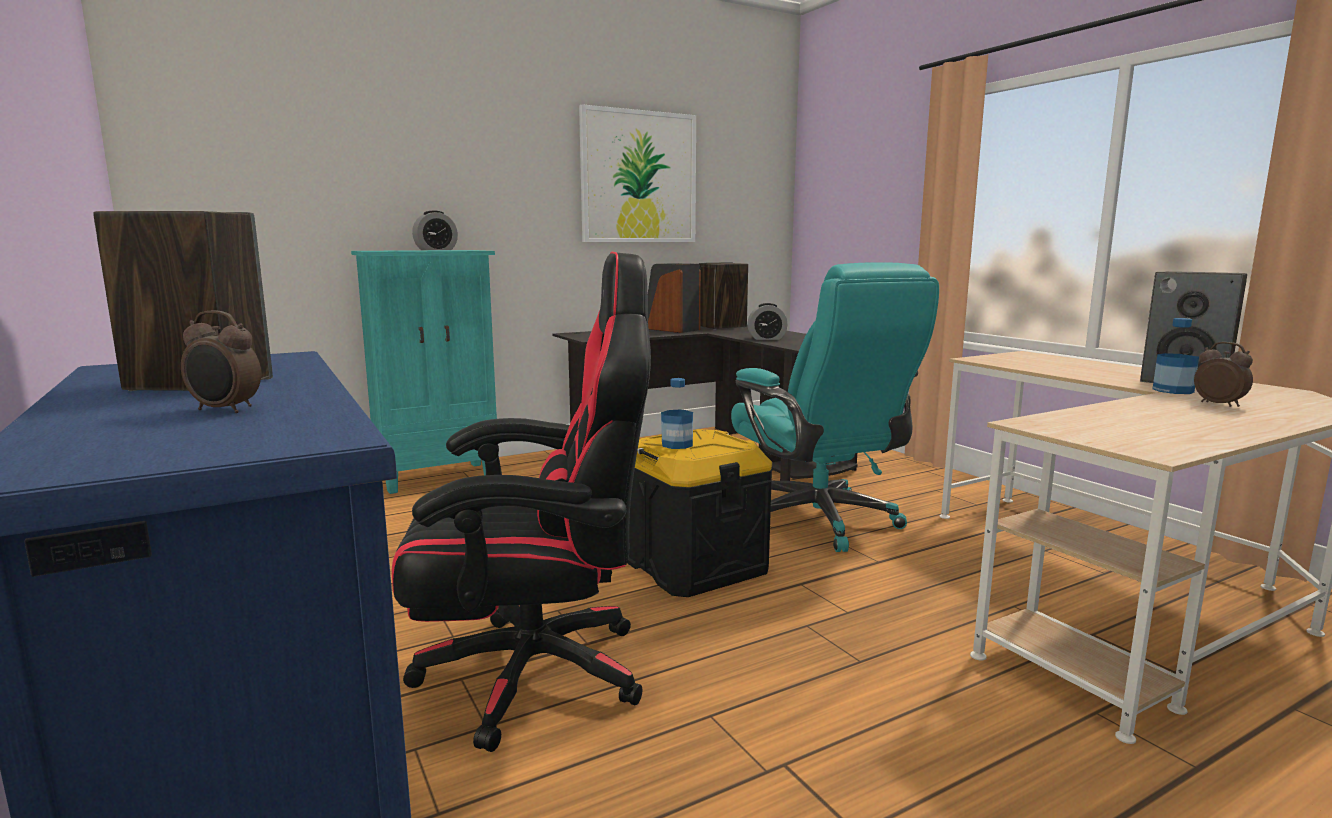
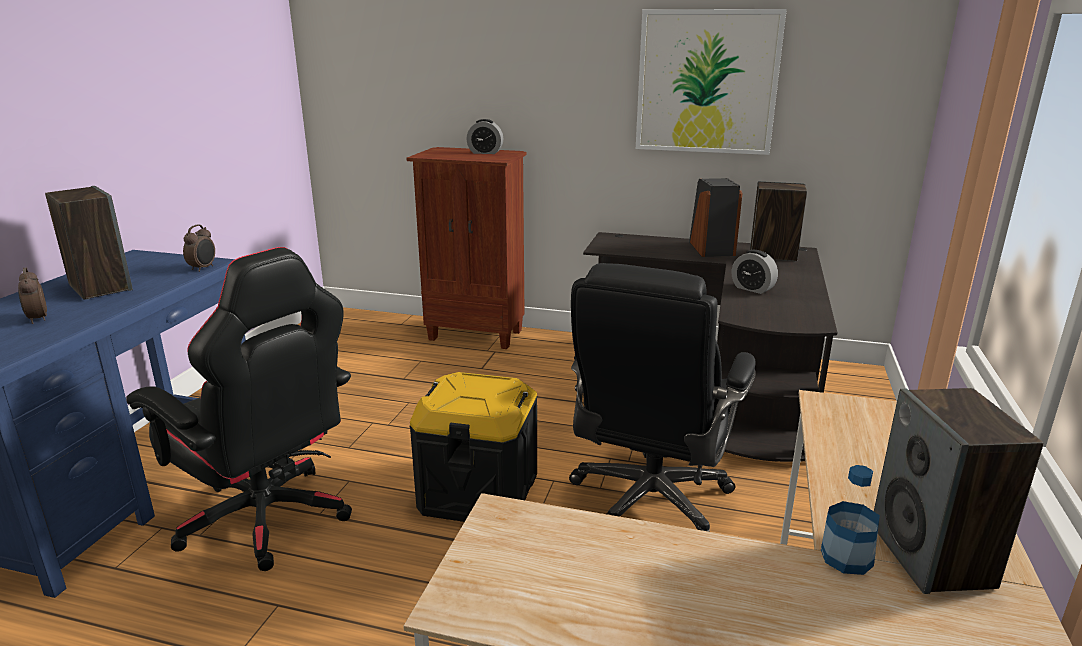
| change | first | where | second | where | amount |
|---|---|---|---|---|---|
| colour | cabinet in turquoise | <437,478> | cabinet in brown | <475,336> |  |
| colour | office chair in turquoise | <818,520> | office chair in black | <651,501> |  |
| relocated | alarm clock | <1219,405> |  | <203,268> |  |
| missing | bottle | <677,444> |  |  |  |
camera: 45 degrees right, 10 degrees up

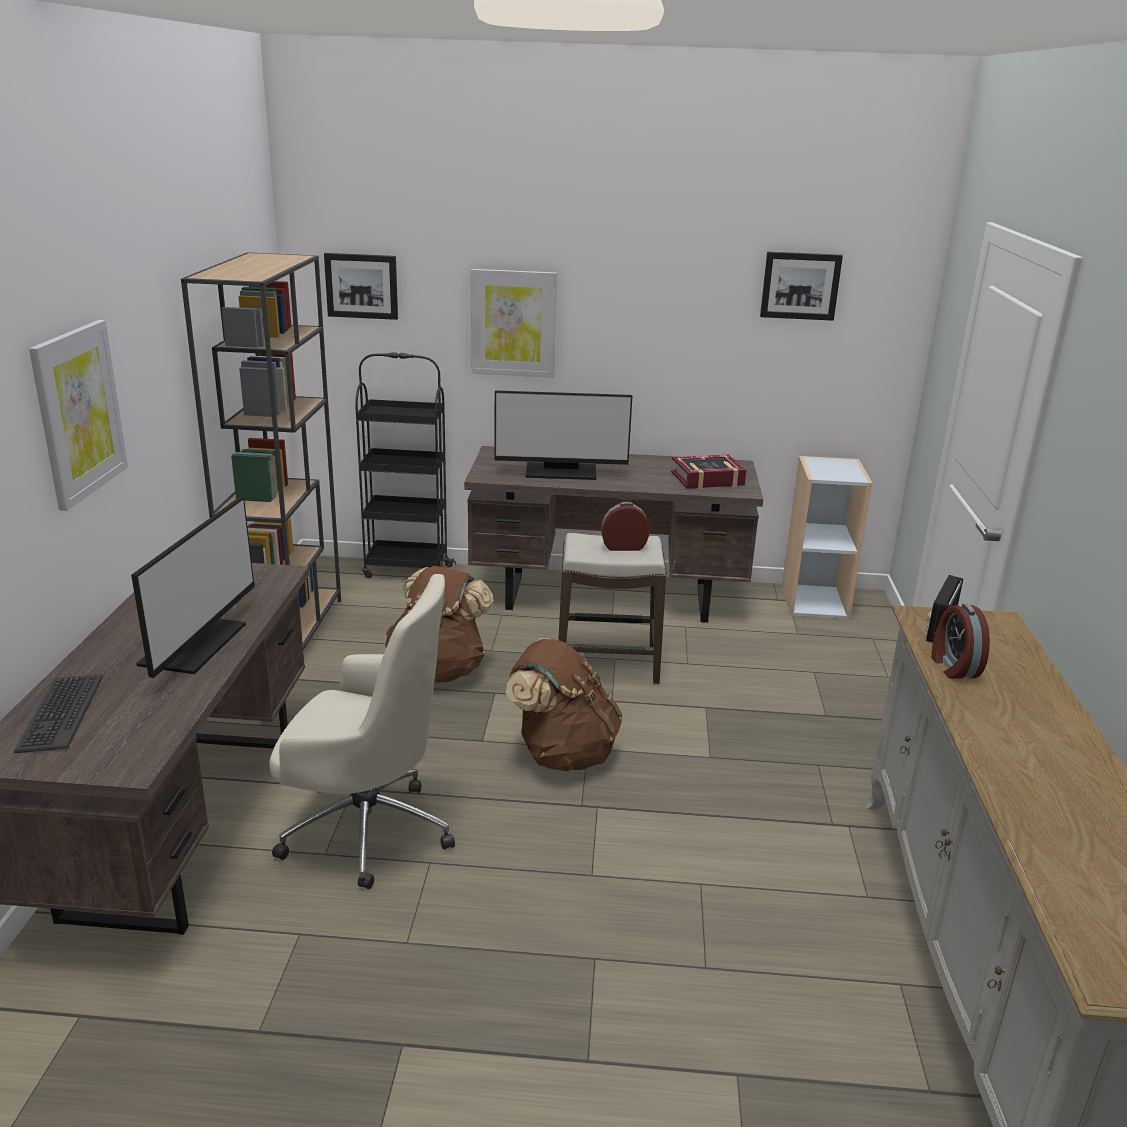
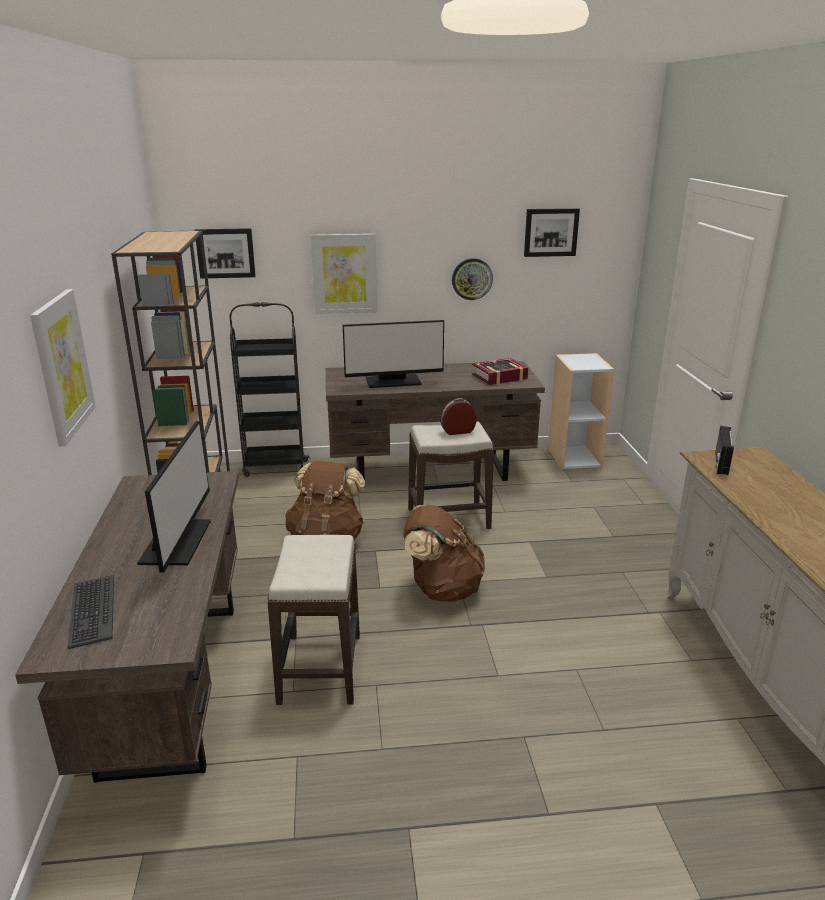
| change | first | where | second | where | amount |
|---|---|---|---|---|---|
| exchanged | office chair in beige | <368,832> | stool | <320,669> |  |
| missing | alarm clock | <953,667> |  |  |  |
| appeared |  |  | wall clock | <472,279> |  |
camera: 10 degrees left, 0 degrees up

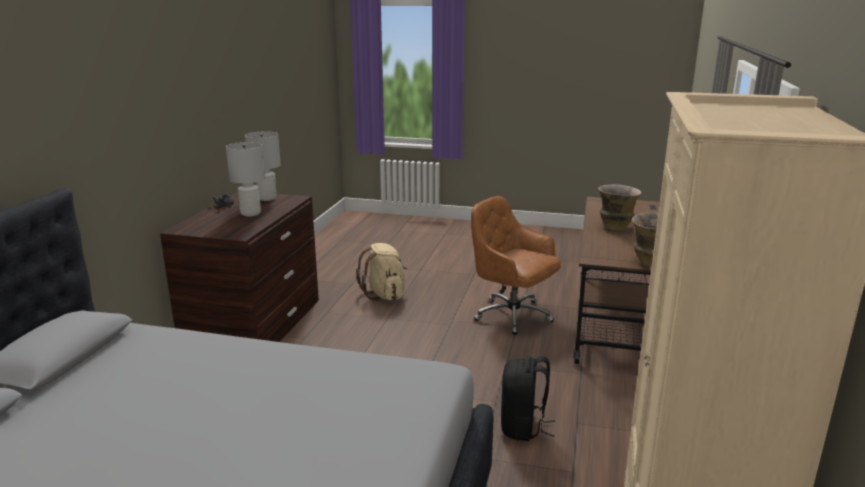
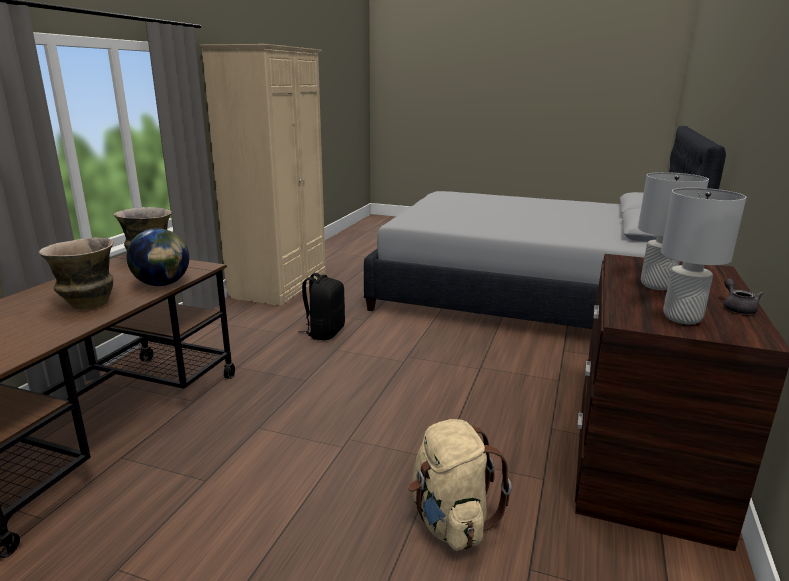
| change | first | where | second | where | amount |
|---|---|---|---|---|---|
| missing | office chair in brown | <513,315> |  |  |  |
| appeared |  |  | globe | <162,284> |  |
camera: 175 degrees left, 0 degrees up

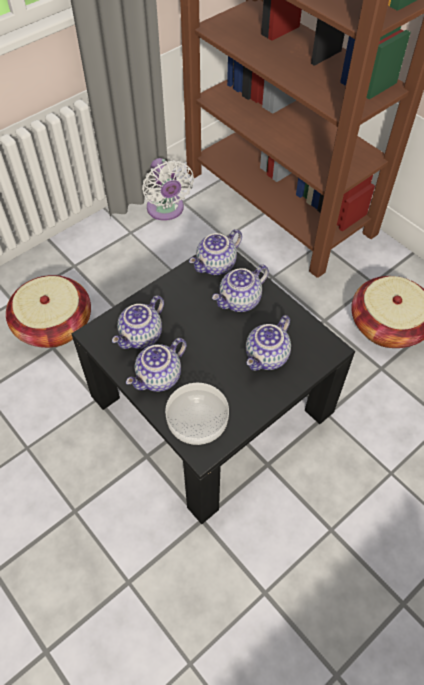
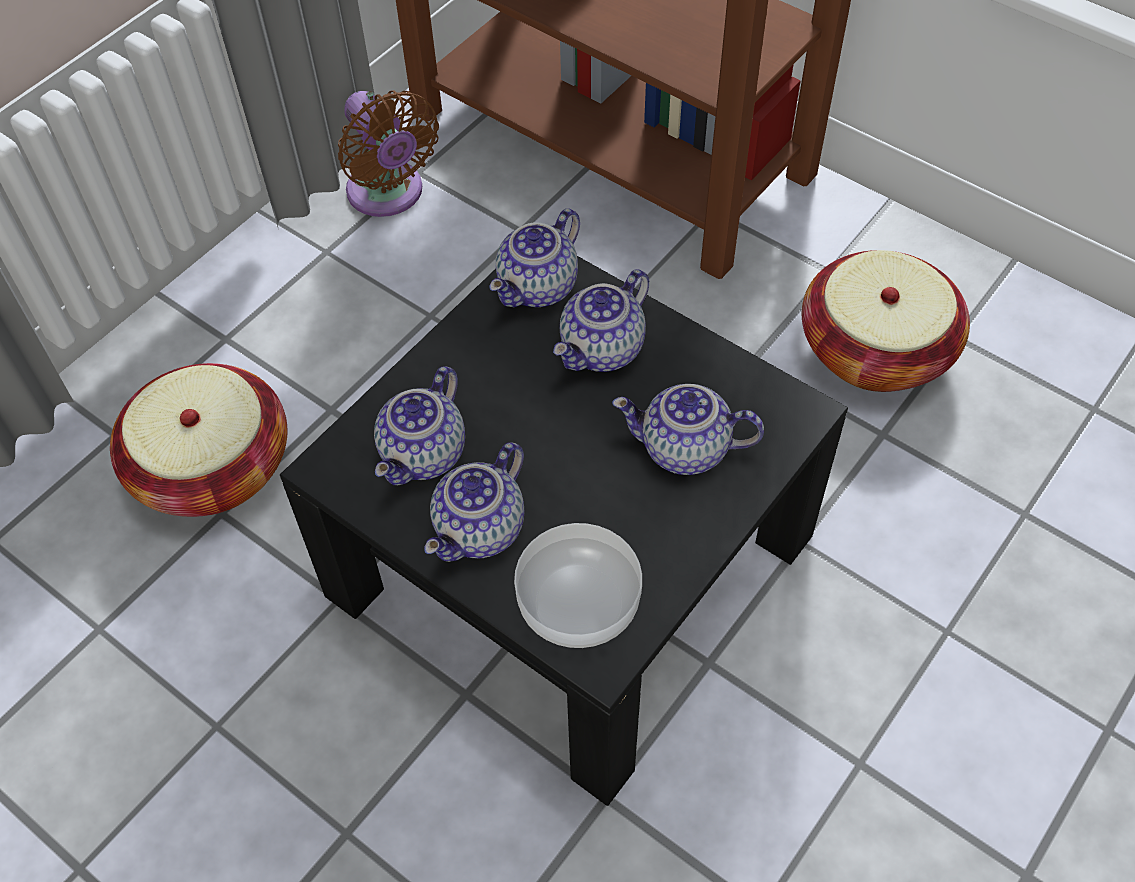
| change | first | where | second | where | amount |
|---|---|---|---|---|---|
| colour | fan in white | <166,210> | fan in brown | <389,195> |  |
| spun | teapot | <267,357> |  | <684,450> | 75 degrees clockwise |
camera: 10 degrees left, 0 degrees up

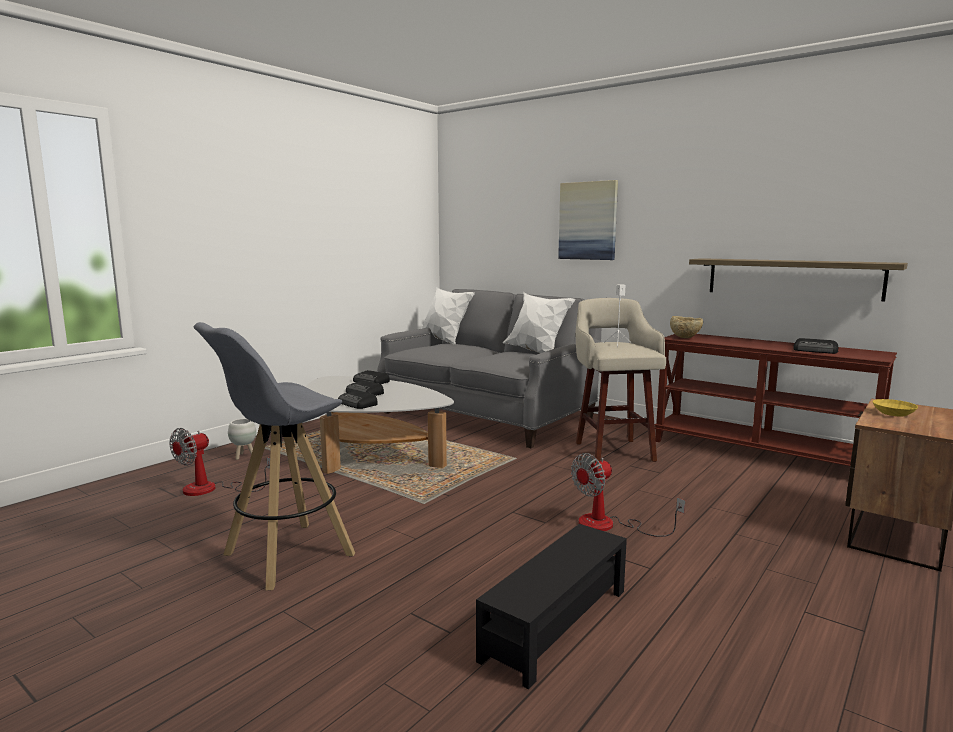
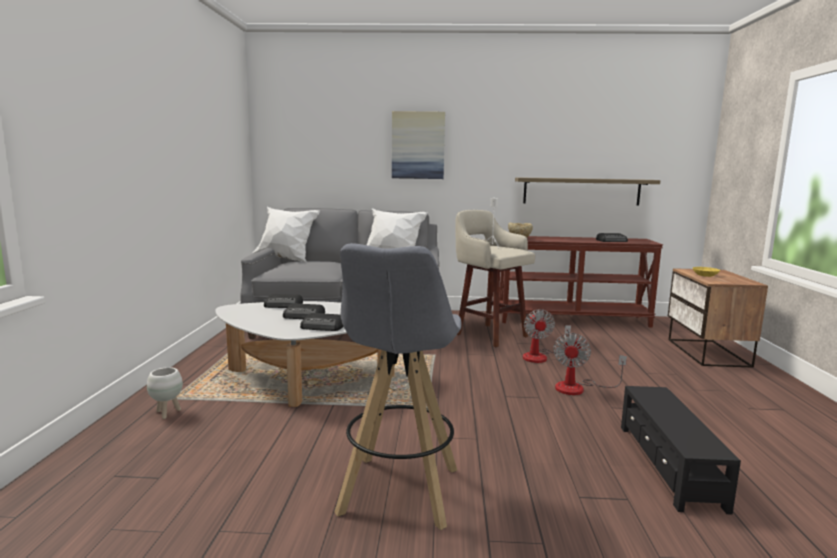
| change | first | where | second | where | amount |
|---|---|---|---|---|---|
| relocated | fan | <211,489> |  | <540,356> |  |
camera: 35 degrees left, 0 degrees up

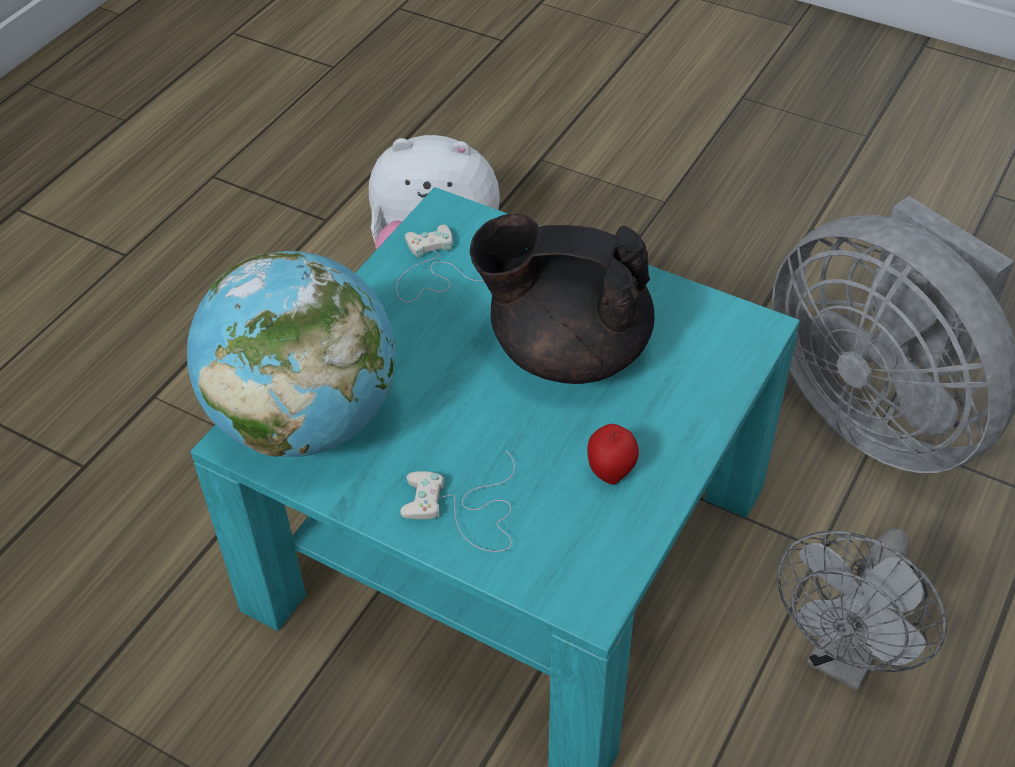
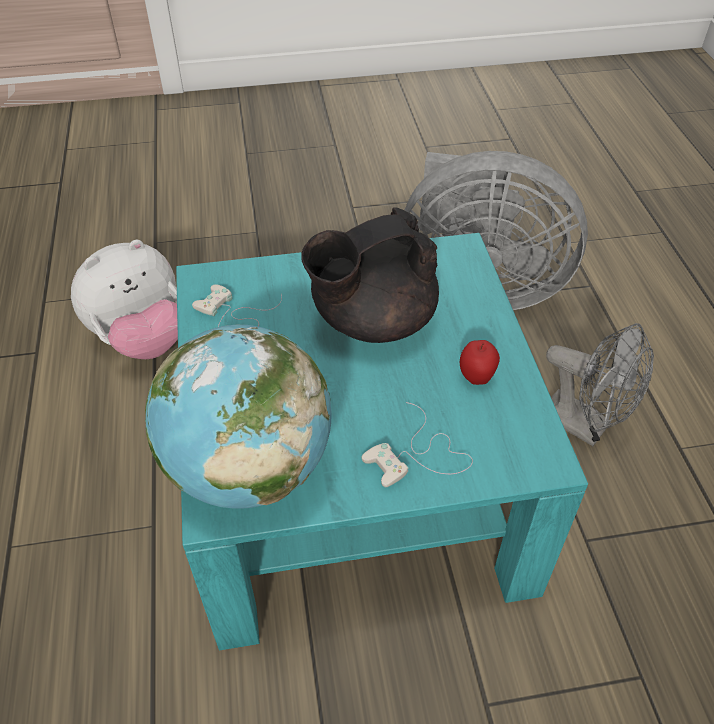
| change | first | where | second | where | amount |
|---|---|---|---|---|---|
| spun | fan in grey | <844,657> |  | <584,425> | 45 degrees counterclockwise |
camera: 40 degrees left, 0 degrees up

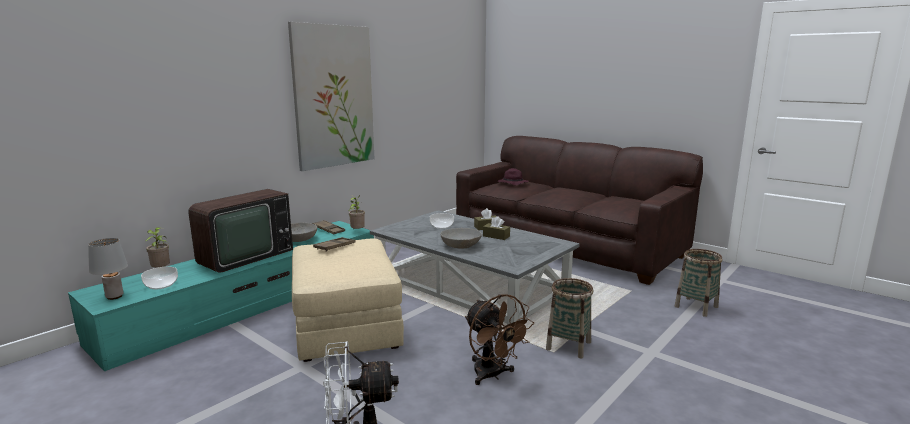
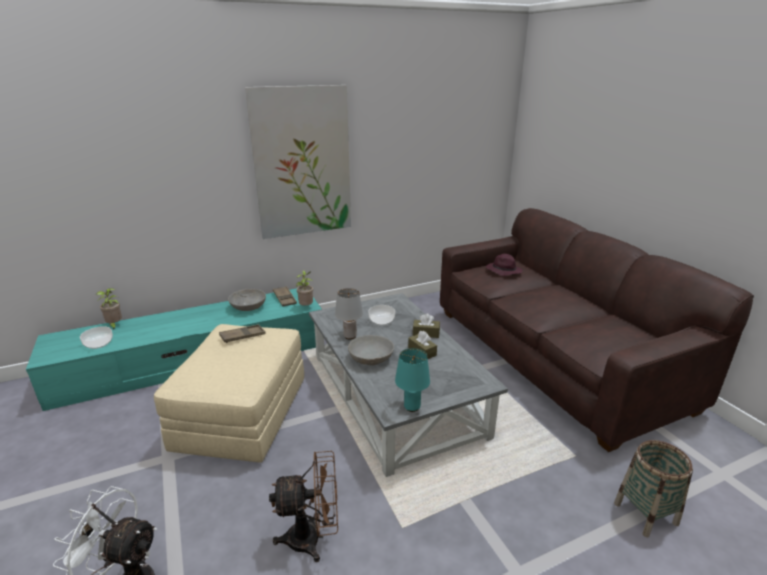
| change | first | where | second | where | amount |
|---|---|---|---|---|---|
| missing | television | <242,256> |  |  |  |
| relocated | table lamp in grey | <114,297> |  | <350,336> |  |
| missing | basket | <568,345> |  |  |  |
| spun | fan in brown | <493,375> |  | <313,538> | 90 degrees counterclockwise |
| appeared |  |  | table lamp in turquoise | <412,407> |  |
camera: 25 degrees right, 10 degrees up

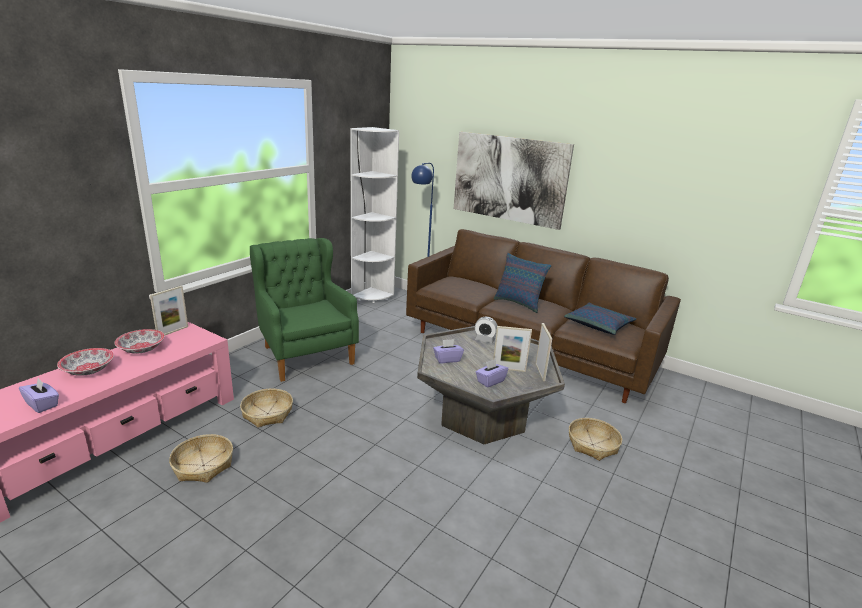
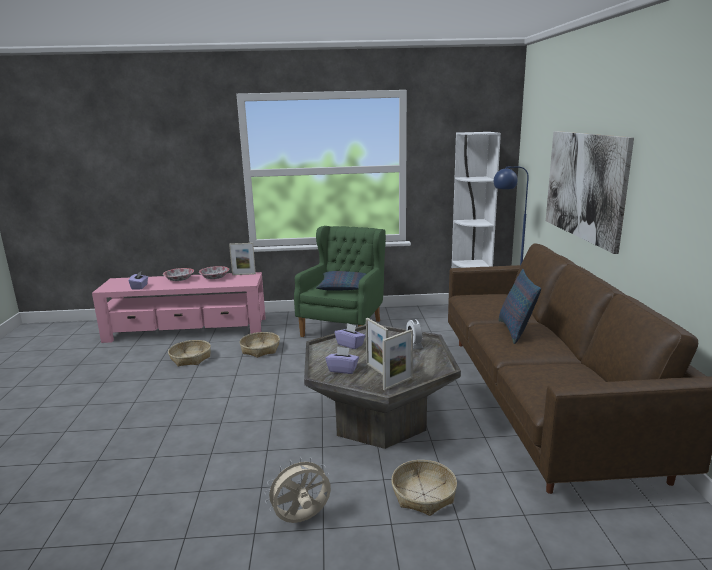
| change | first | where | second | where | amount |
|---|---|---|---|---|---|
| relocated | pillow in blue | <599,325> |  | <342,287> |  |
| appeared |  |  | fan in beige | <302,520> |  |
camera: 55 degrees right, 5 degrees down

